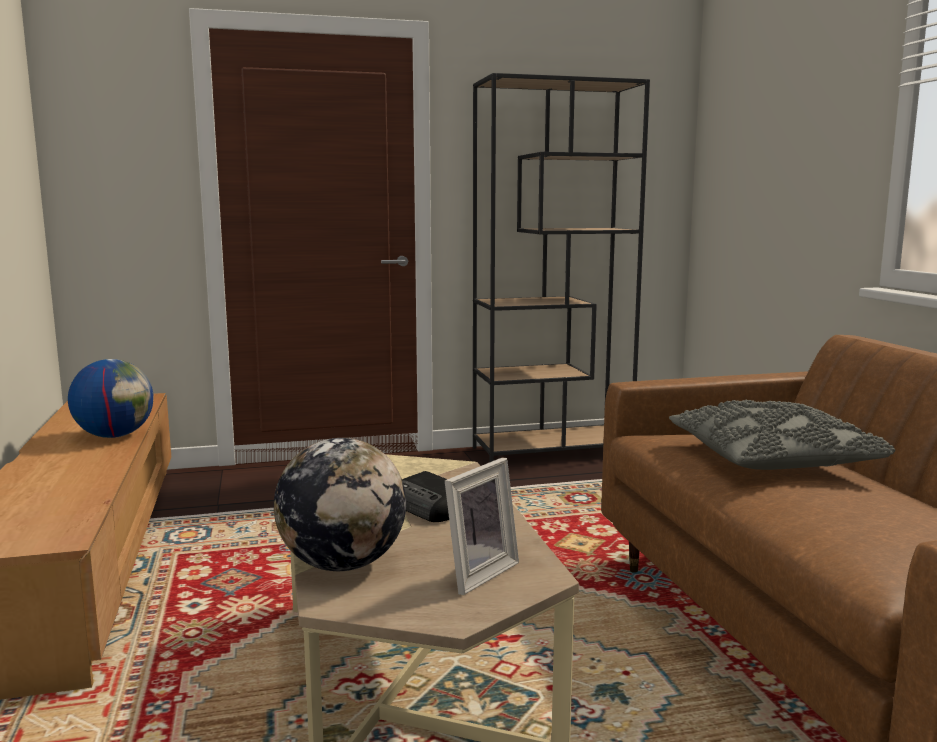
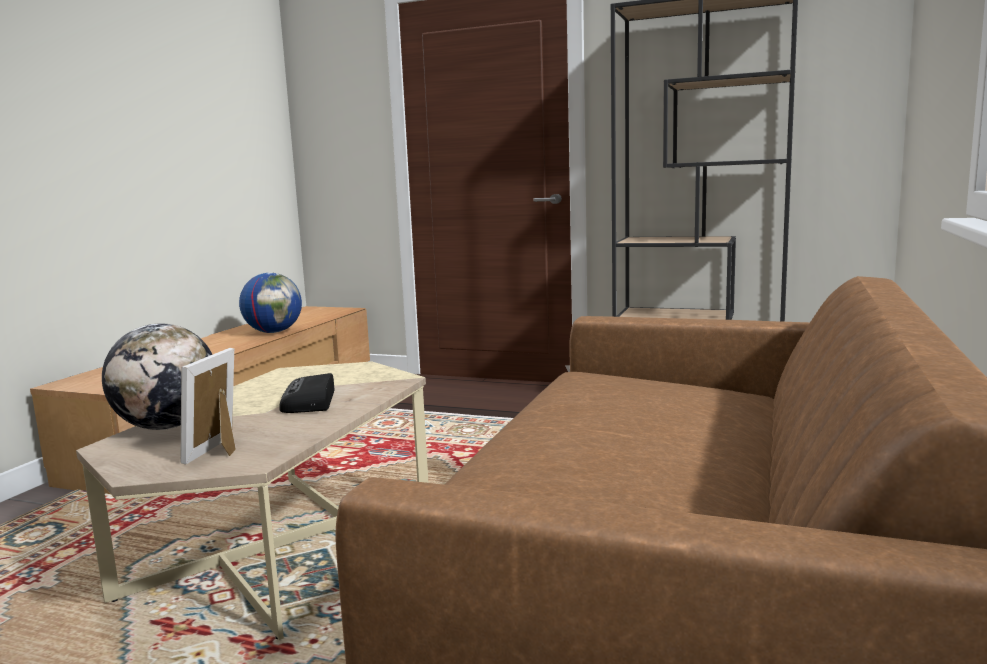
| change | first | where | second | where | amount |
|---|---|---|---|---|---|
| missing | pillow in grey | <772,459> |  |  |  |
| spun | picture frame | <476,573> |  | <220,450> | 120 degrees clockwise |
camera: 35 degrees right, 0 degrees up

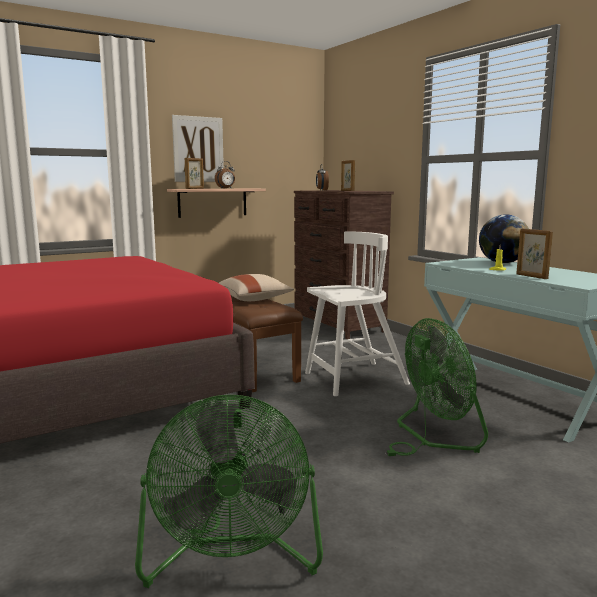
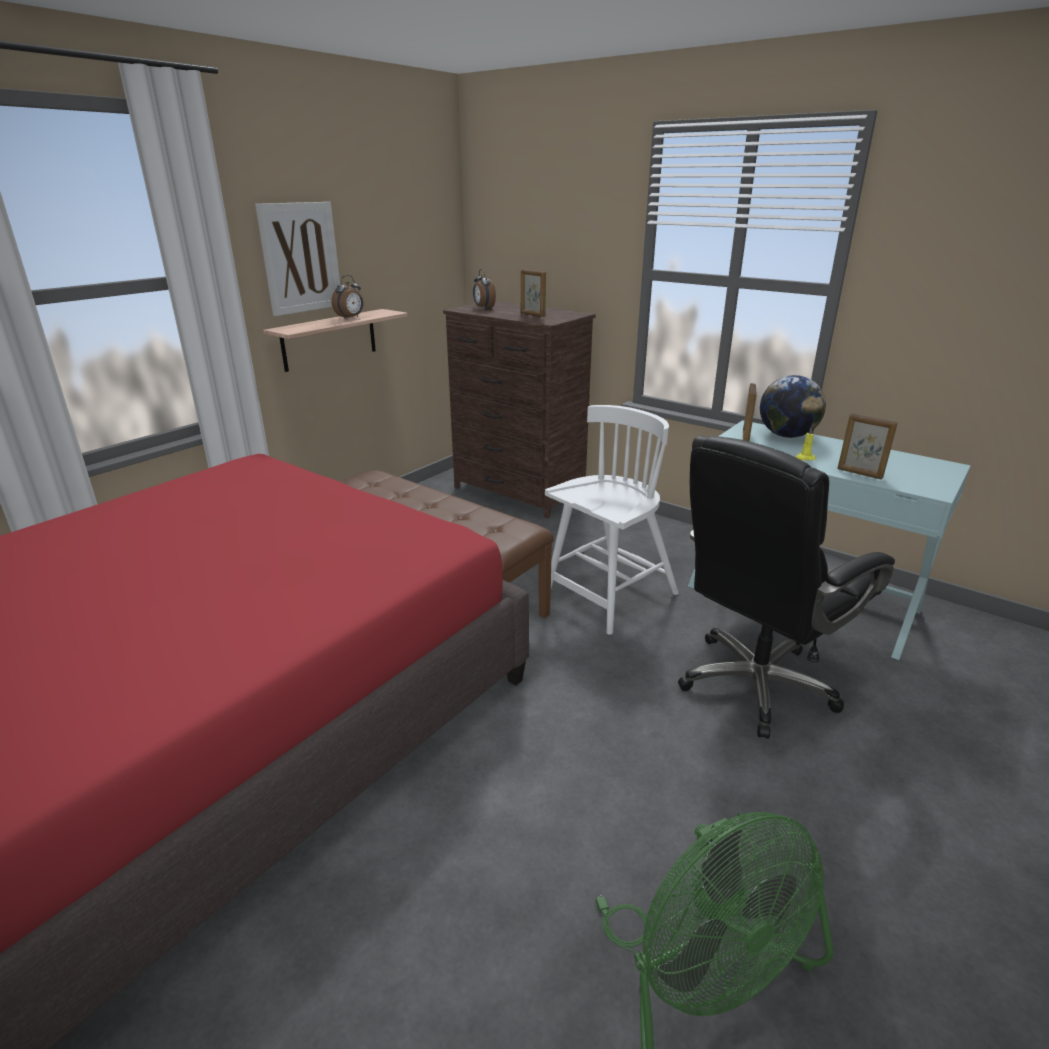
| change | first | where | second | where | amount |
|---|---|---|---|---|---|
| relocated | picture frame | <195,188> |  | <745,437> |  |
| missing | pillow in beige | <255,299> |  |  |  |
| exchanged | fan in green | <427,434> | office chair in black | <758,681> |  |
camera: 20 degrees left, 15 degrees up

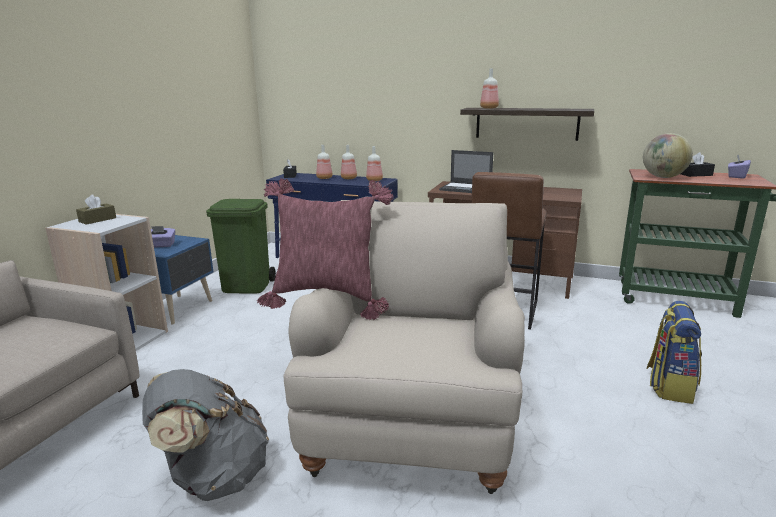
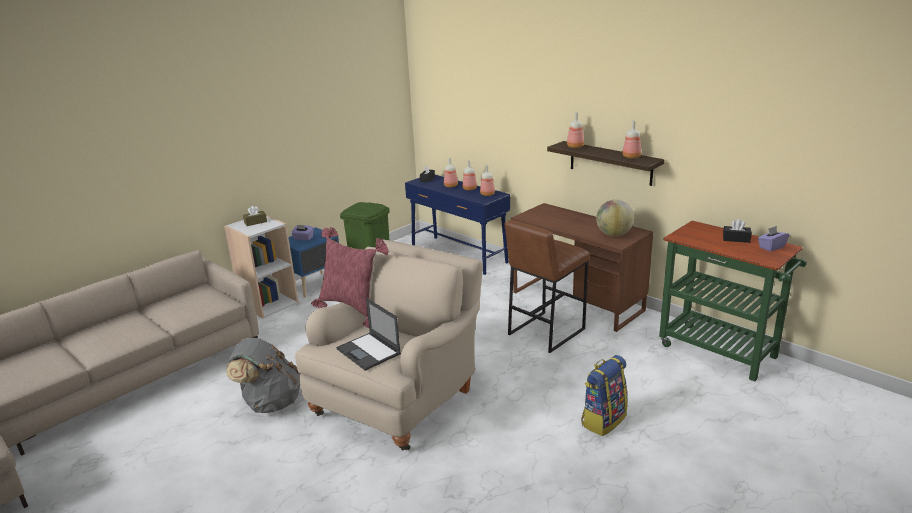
| change | first | where | second | where | amount |
|---|---|---|---|---|---|
| relocated | globe | <663,177> |  | <614,235> |  |
| relocated | laptop | <466,188> |  | <369,351> |  |
| appeared |  |  | bottle | <631,157> |  |
camera: 25 degrees right, 5 degrees up

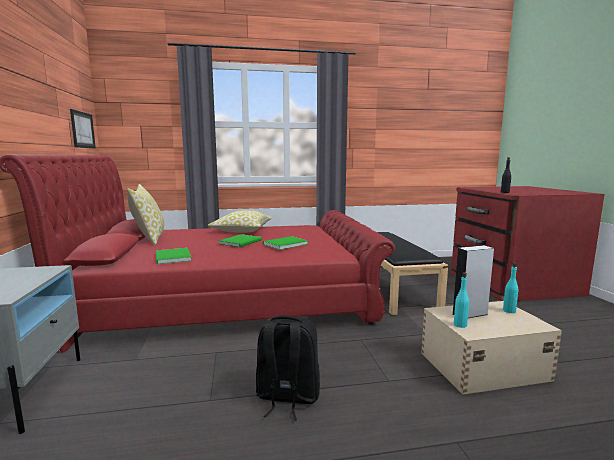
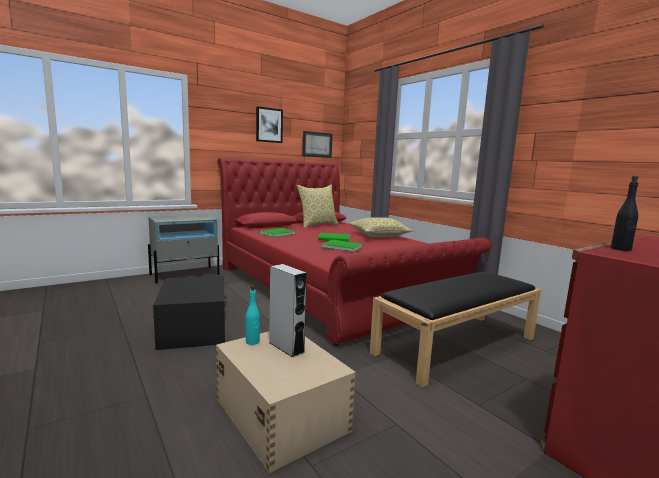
| change | first | where | second | where | amount |
|---|---|---|---|---|---|
| missing | bottle in turquoise | <509,311> |  |  |  |
| exchanged | backpack in black | <287,397> | storage box in black | <194,328> |  |
| appeared |  |  | picture | <269,125> |  |
camera: 65 degrees right, 0 degrees up

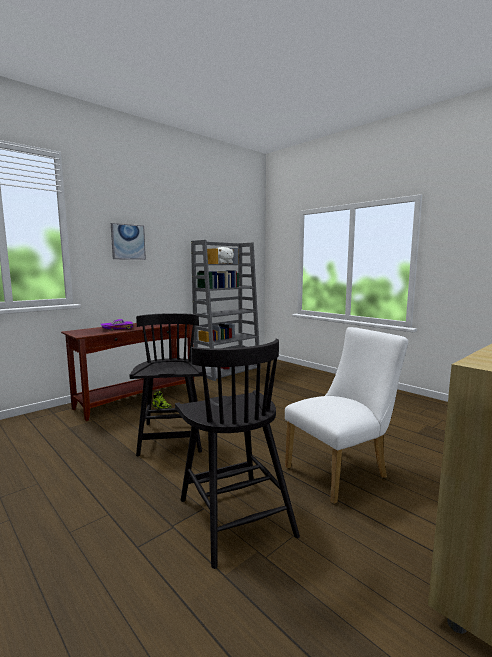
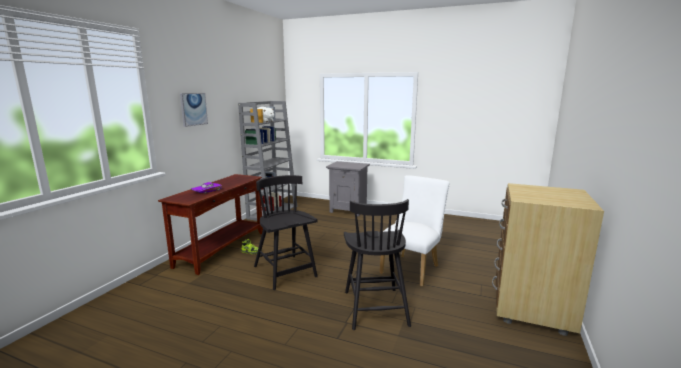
| change | first | where | second | where | amount |
|---|---|---|---|---|---|
| spun | chair in black | <234,514> |  | <375,306> | 45 degrees clockwise |
| appeared |  |  | nightstand in grey | <348,210> |  |
camera: 25 degrees left, 5 degrees up

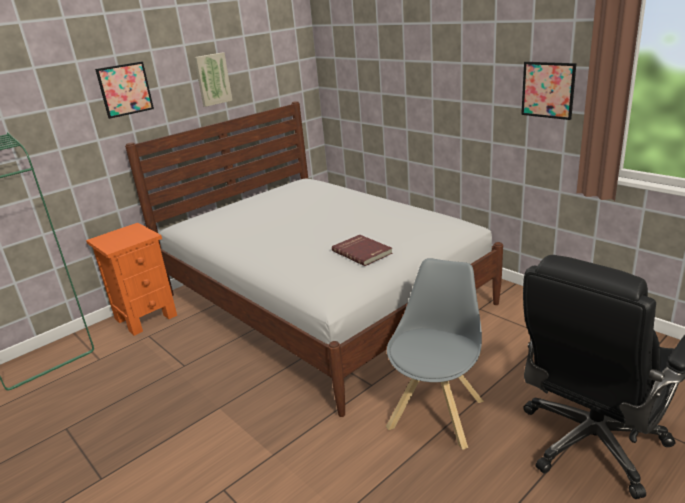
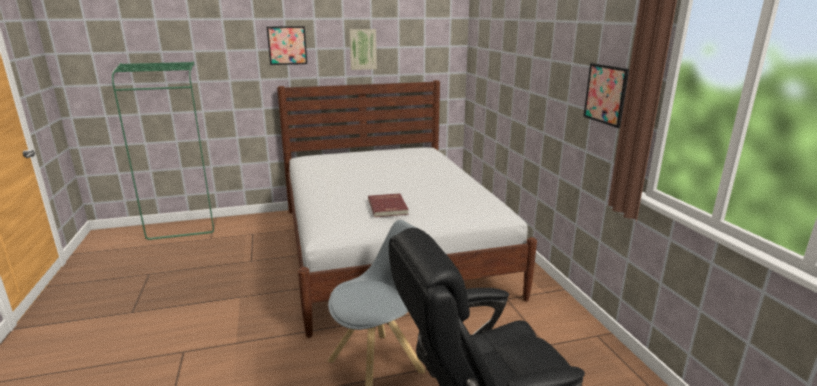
| change | first | where | second | where | amount |
|---|---|---|---|---|---|
| missing | nightstand in orange | <147,317> |  |  |  |
camera: 25 degrees right, 5 degrees down

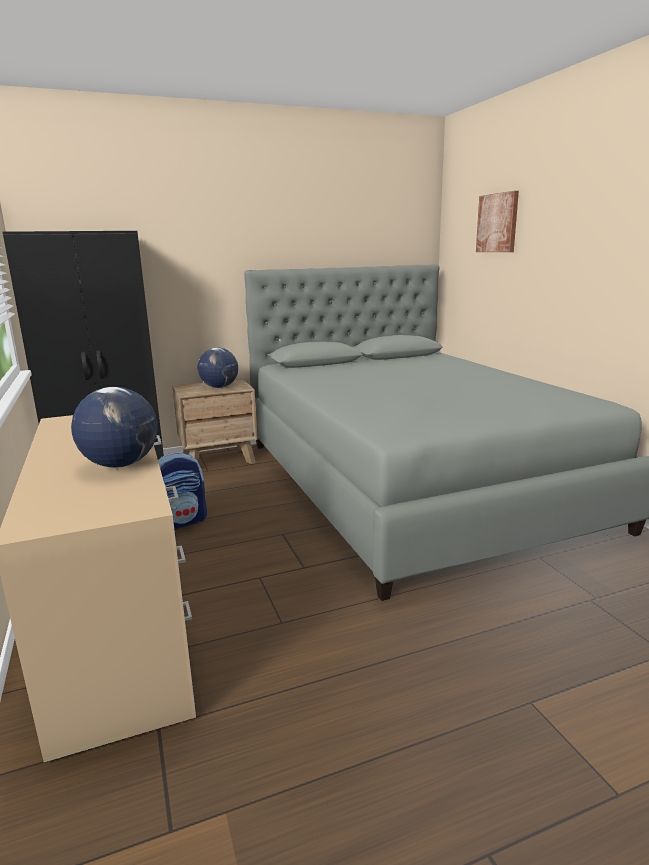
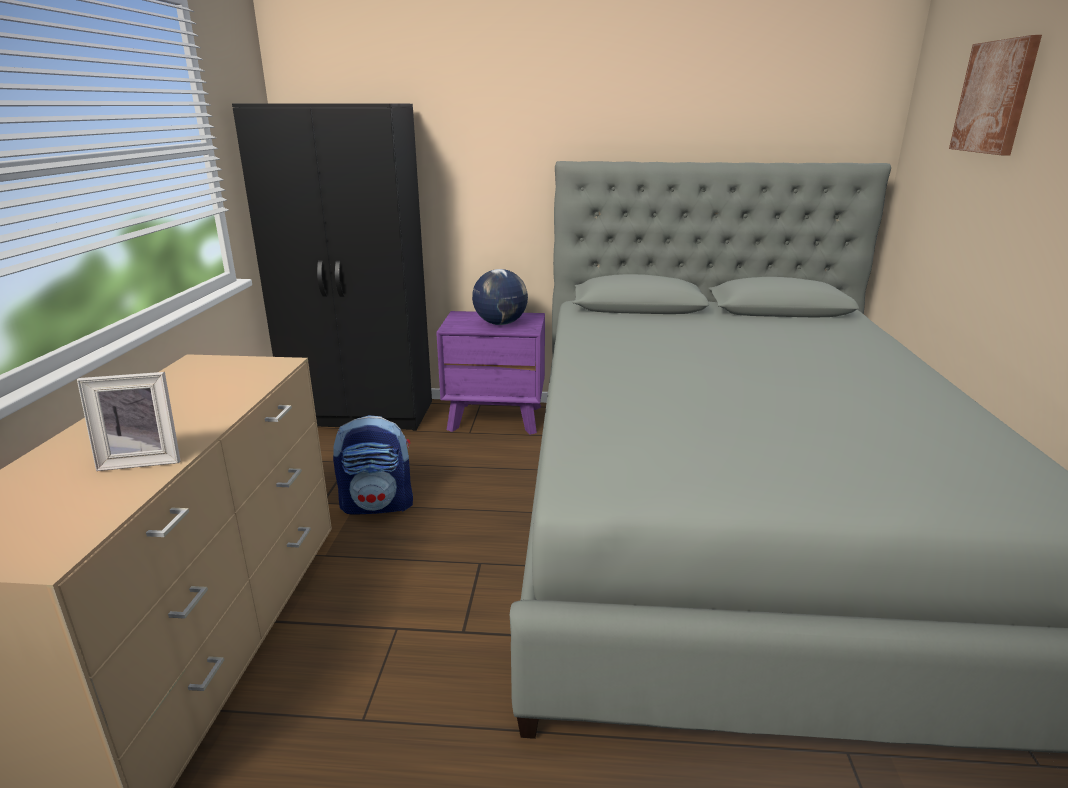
| change | first | where | second | where | amount |
|---|---|---|---|---|---|
| colour | nightstand in brown | <219,459> | nightstand in purple | <496,418> |  |
| exchanged | globe | <121,464> | picture frame | <143,459> |  |
camera: 25 degrees right, 5 degrees up

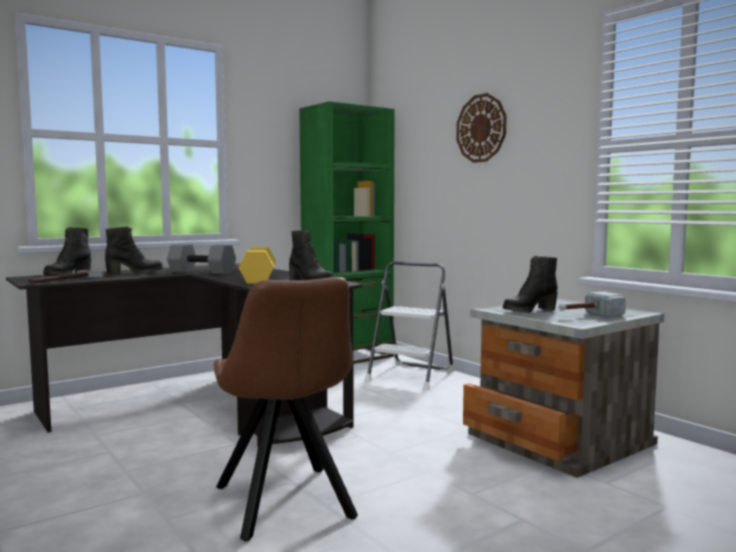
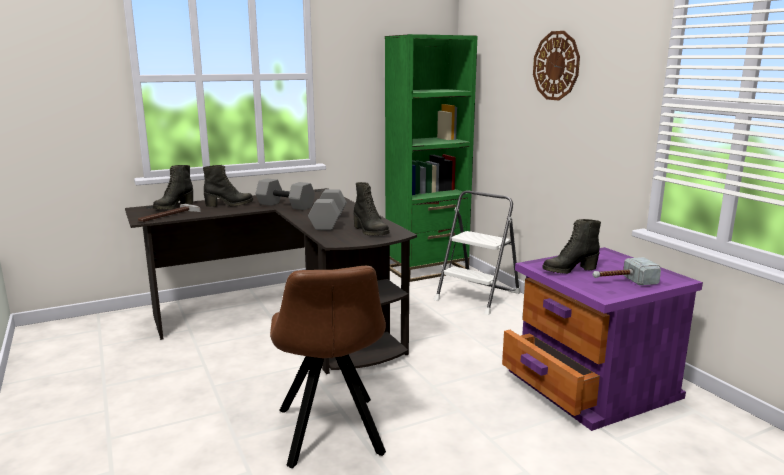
| change | first | where | second | where | amount |
|---|---|---|---|---|---|
| colour | dumbbell in yellow | <259,279> | dumbbell in grey | <329,222> |  |
| colour | nightstand in grey | <556,441> | nightstand in purple | <588,386> |  |
camera: 10 degrees right, 10 degrees up

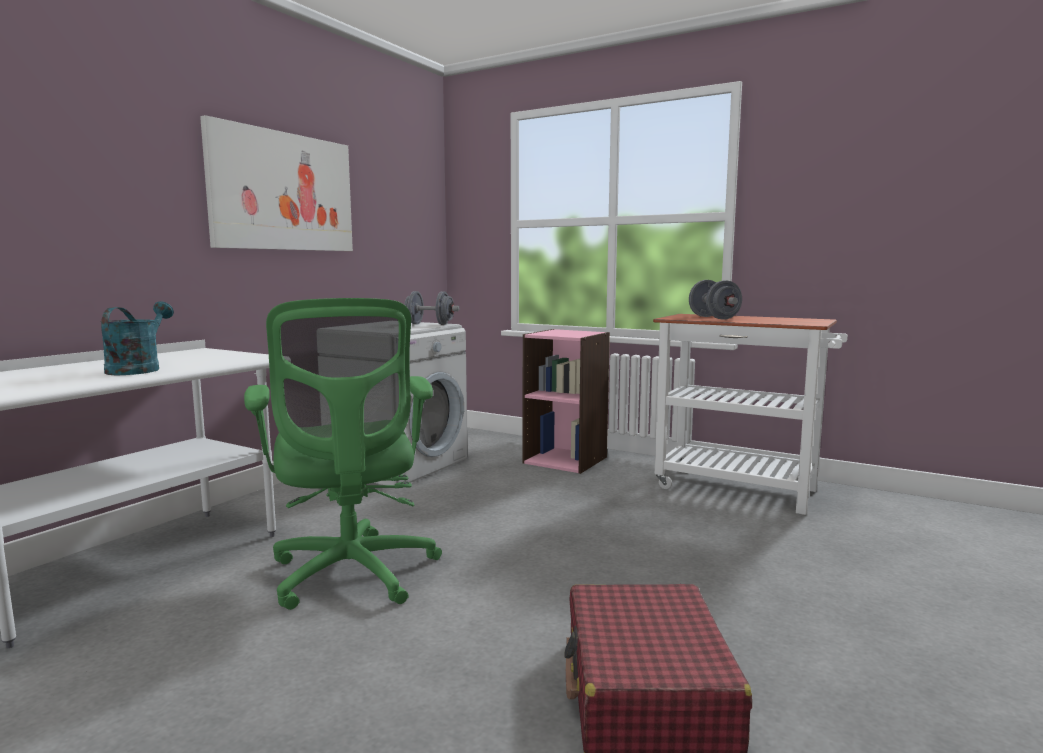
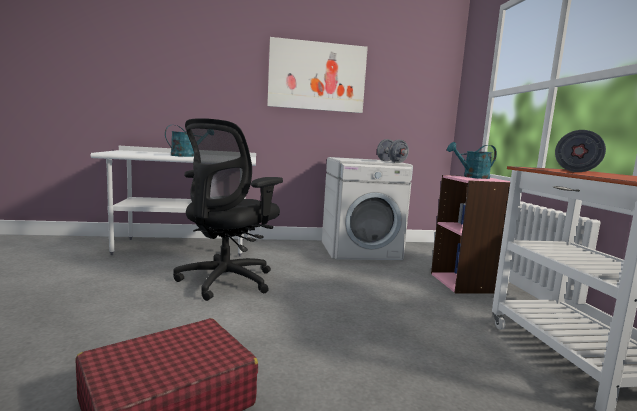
| change | first | where | second | where | amount |
|---|---|---|---|---|---|
| colour | office chair in green | <350,567> | office chair in black | <229,278> |  |
| appeared |  |  | watering can in turquoise | <472,177> |  |
camera: 50 degrees right, 0 degrees up

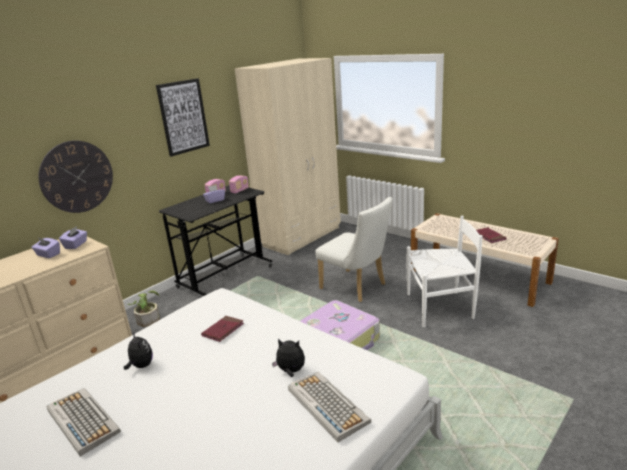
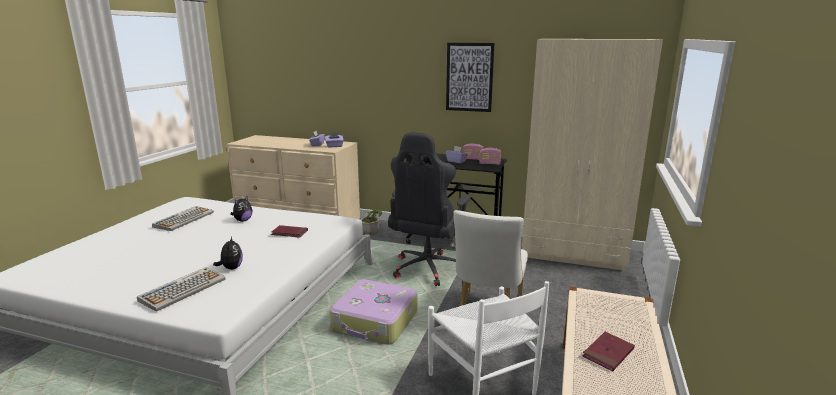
| change | first | where | second | where | amount |
|---|---|---|---|---|---|
| missing | wall clock | <77,176> |  |  |  |
| appeared |  |  | office chair in black | <427,268> |  |
camera: 65 degrees right, 5 degrees down

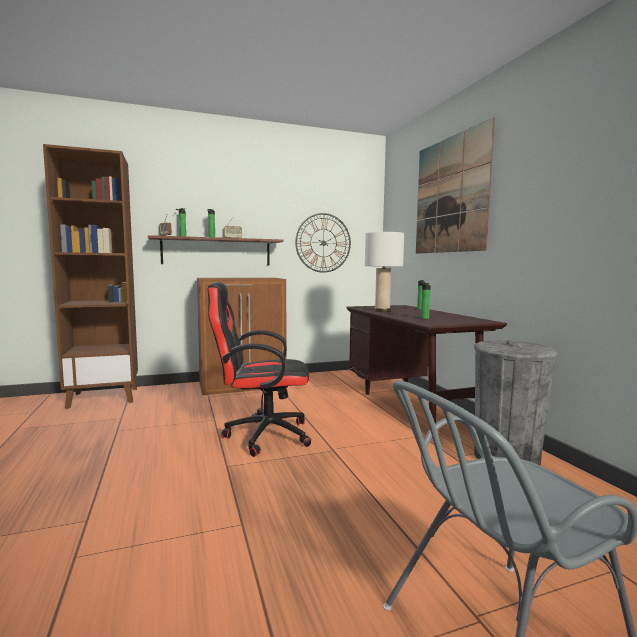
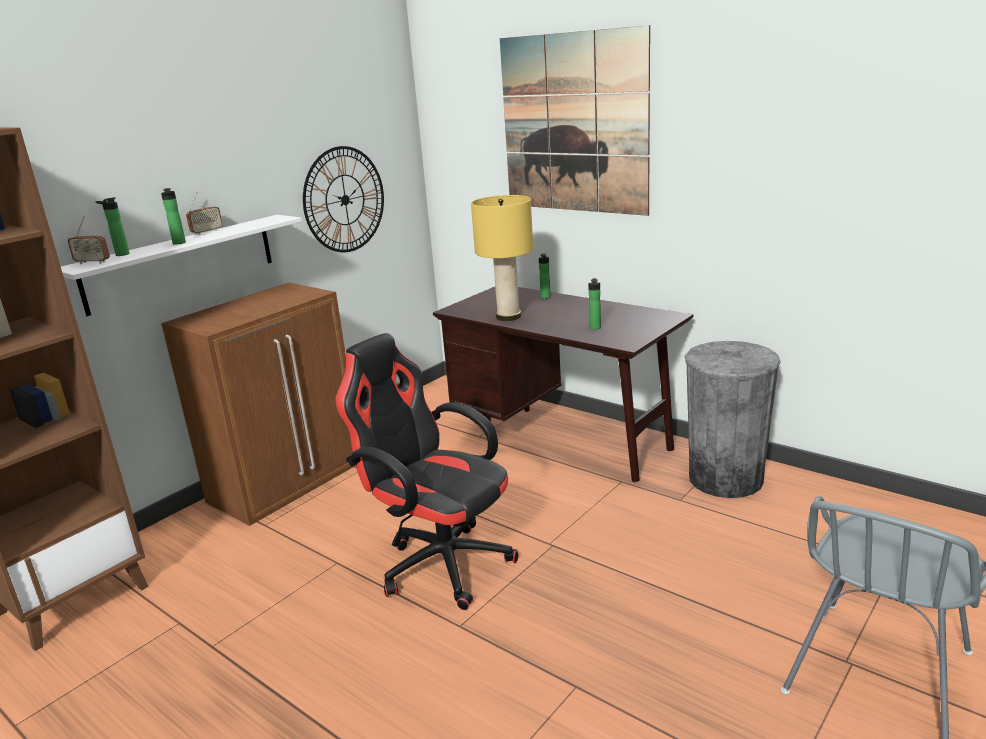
| change | first | where | second | where | amount |
|---|---|---|---|---|---|
| colour | table lamp in white | <382,311> | table lamp in yellow | <508,317> |  |
| colour | shelf in brown | <217,251> | shelf in white | <181,263> |  |
| spun | office chair in black | <260,435> |  | <439,562> | 75 degrees clockwise |
camera: 30 degrees left, 15 degrees up

